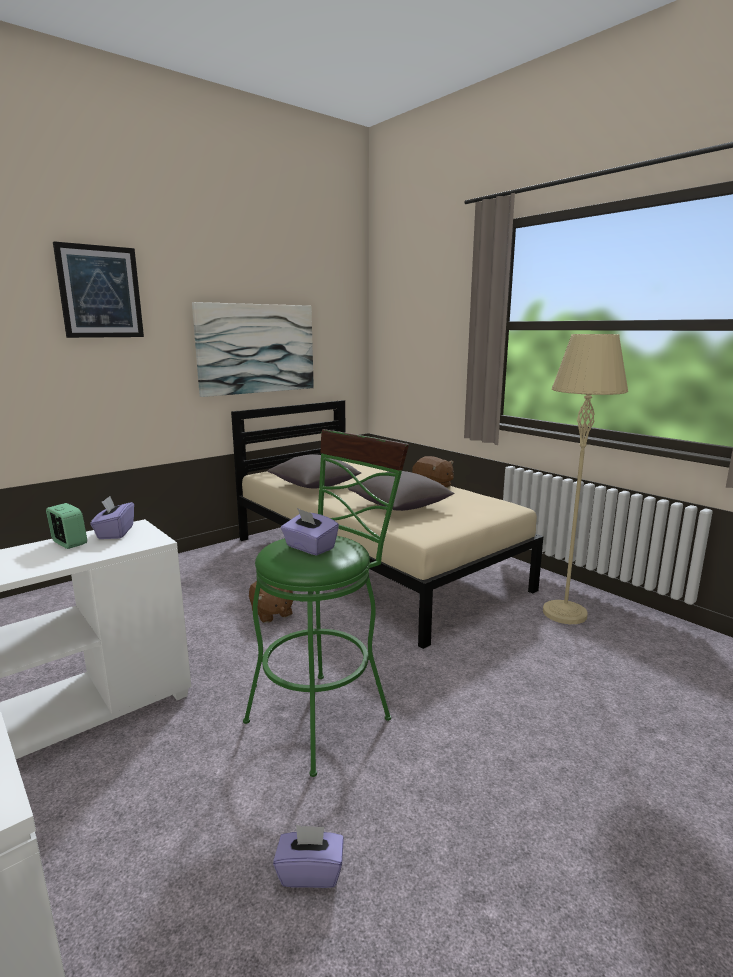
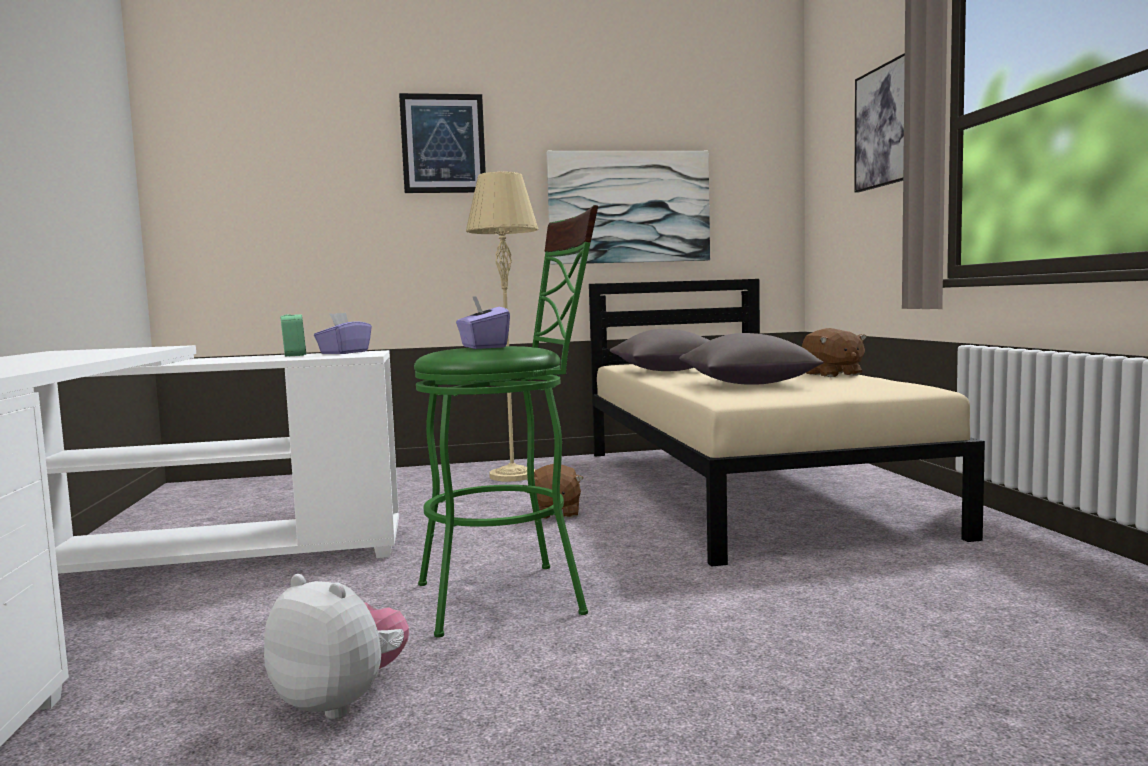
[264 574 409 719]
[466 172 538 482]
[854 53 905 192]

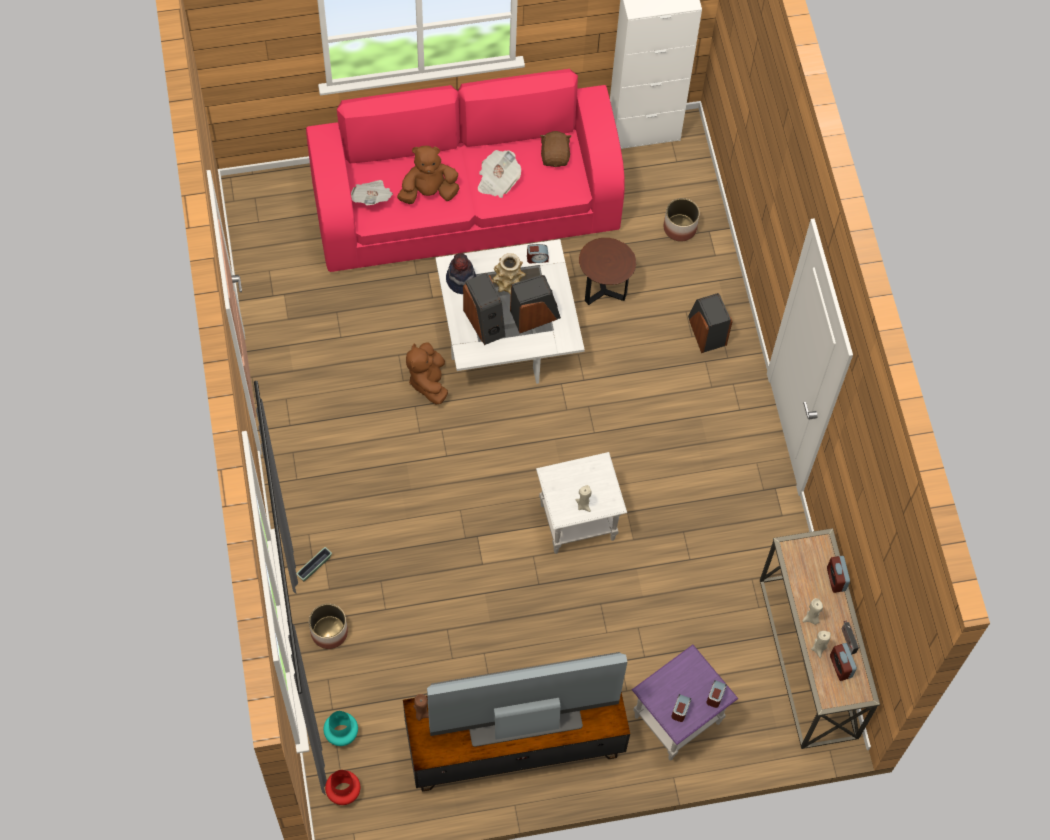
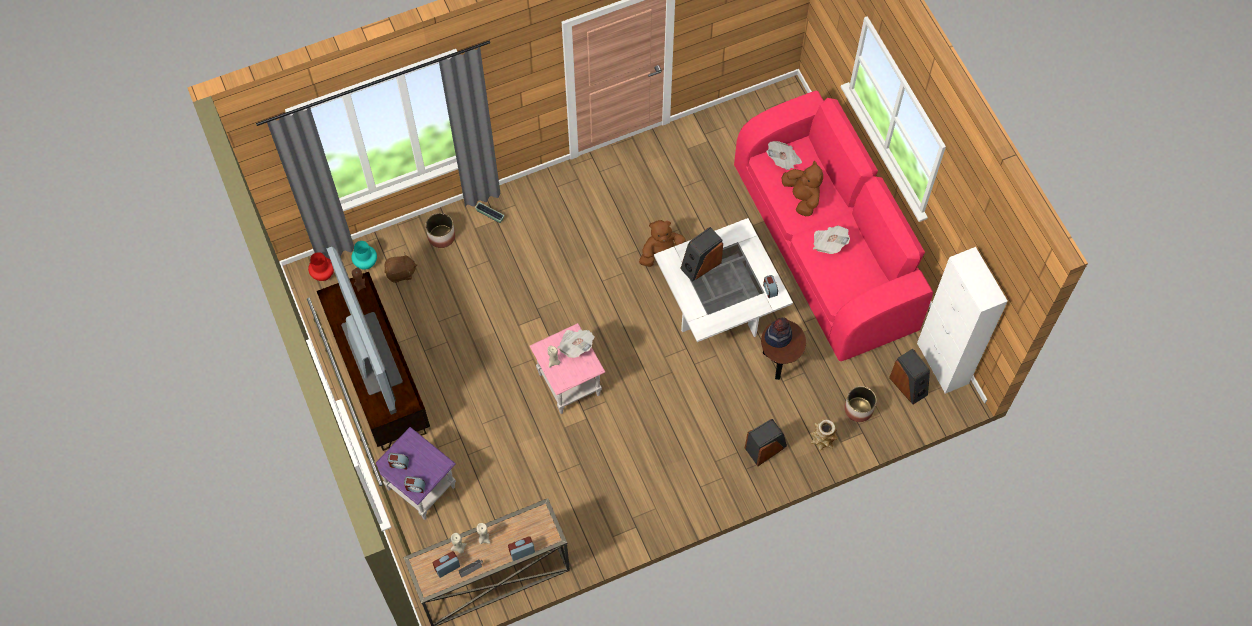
[384 253 417 283]
[530 323 605 414]
[557 329 595 358]
[765 318 792 348]
[810 419 838 450]
[889 349 930 405]

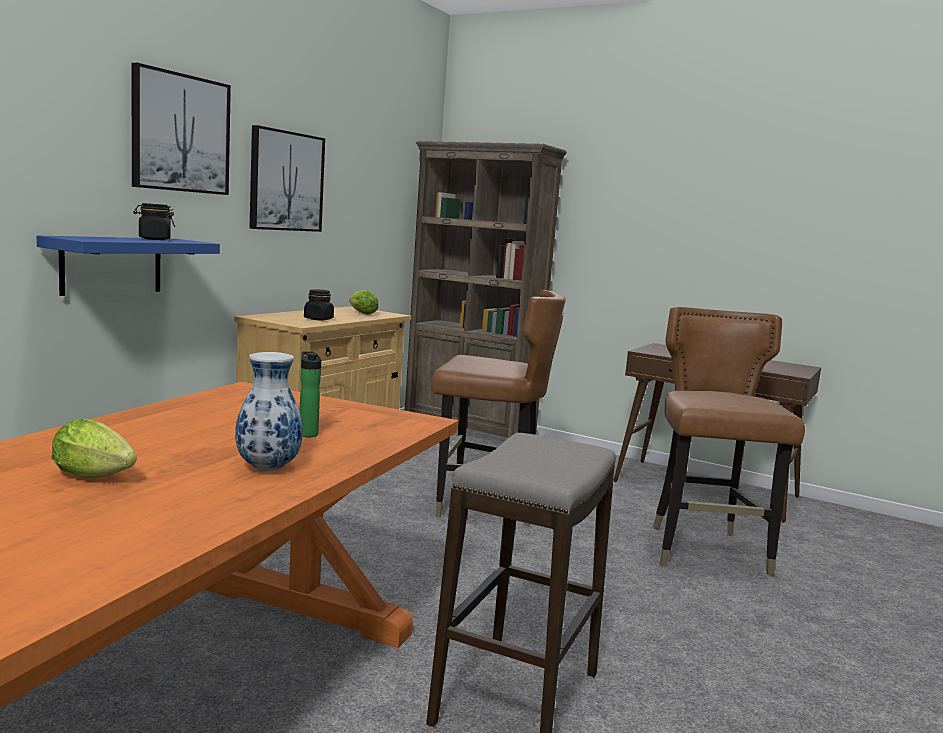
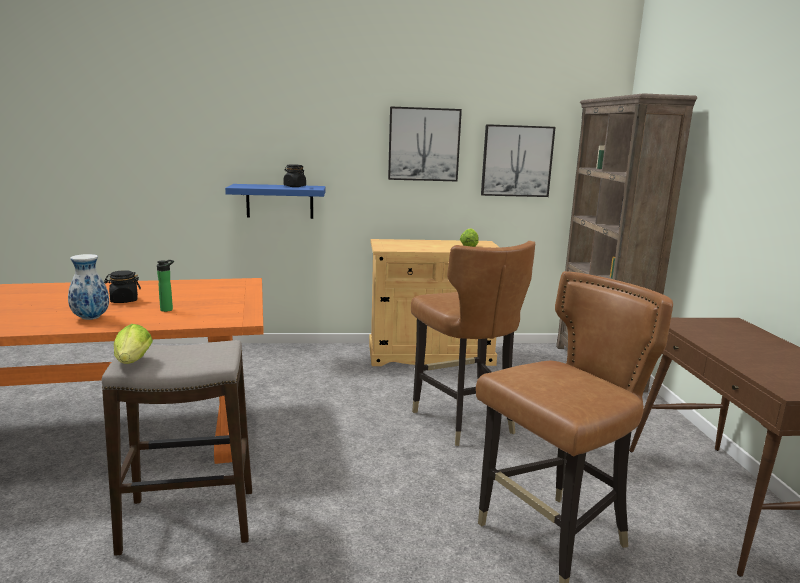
[104 270 141 303]
[114 324 153 364]
[481 124 555 197]

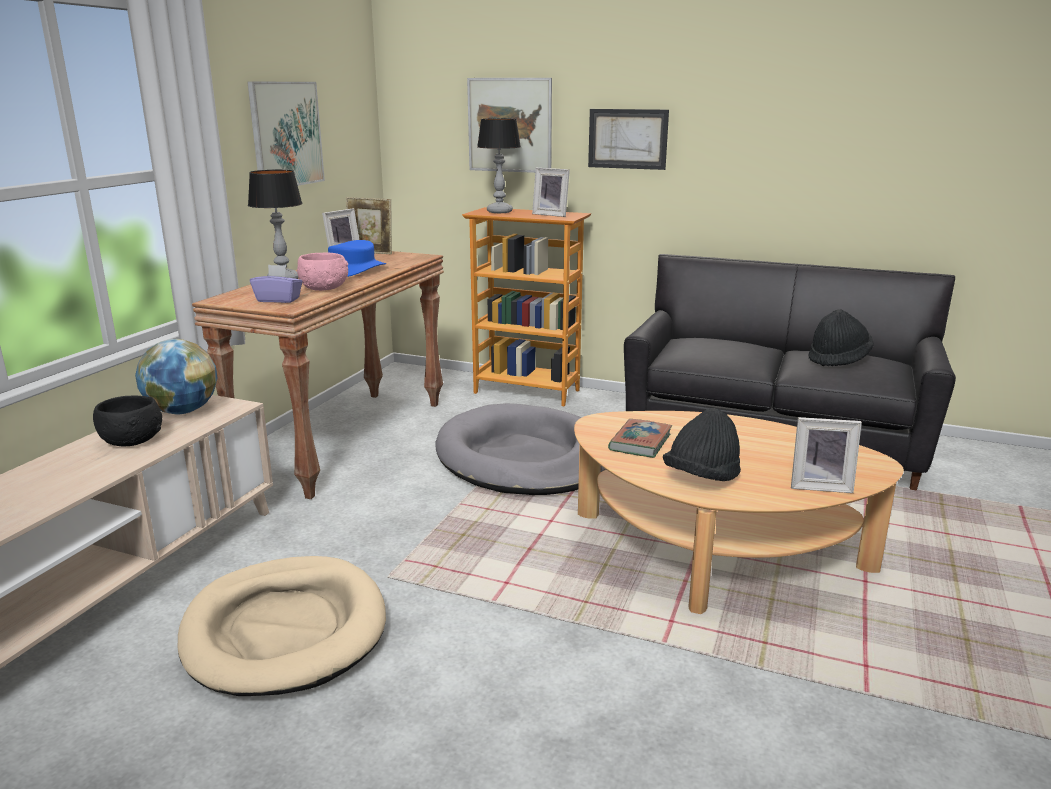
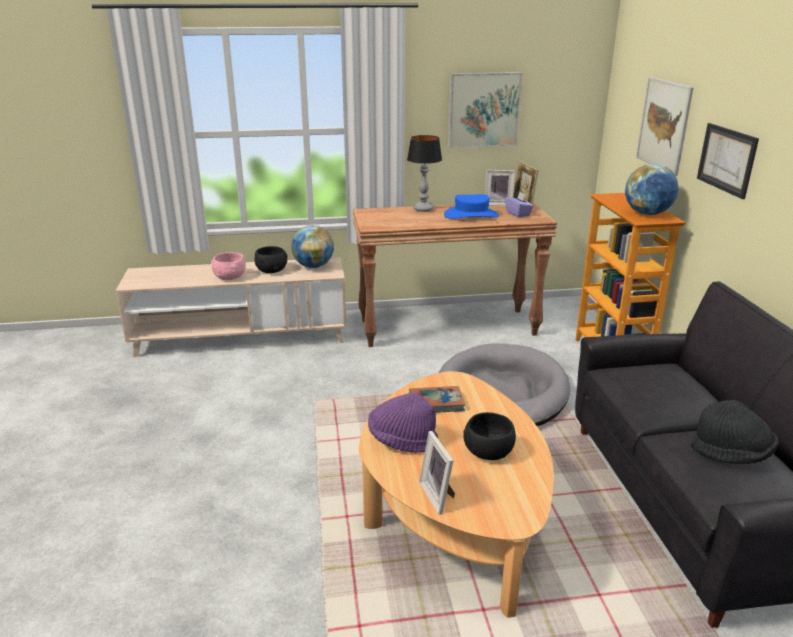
[211 252 246 280]
[368 393 438 453]
[463 412 516 460]
[505 192 534 217]
[625 164 679 215]
[178 556 386 696] (first image)
[477 118 521 213] (first image)

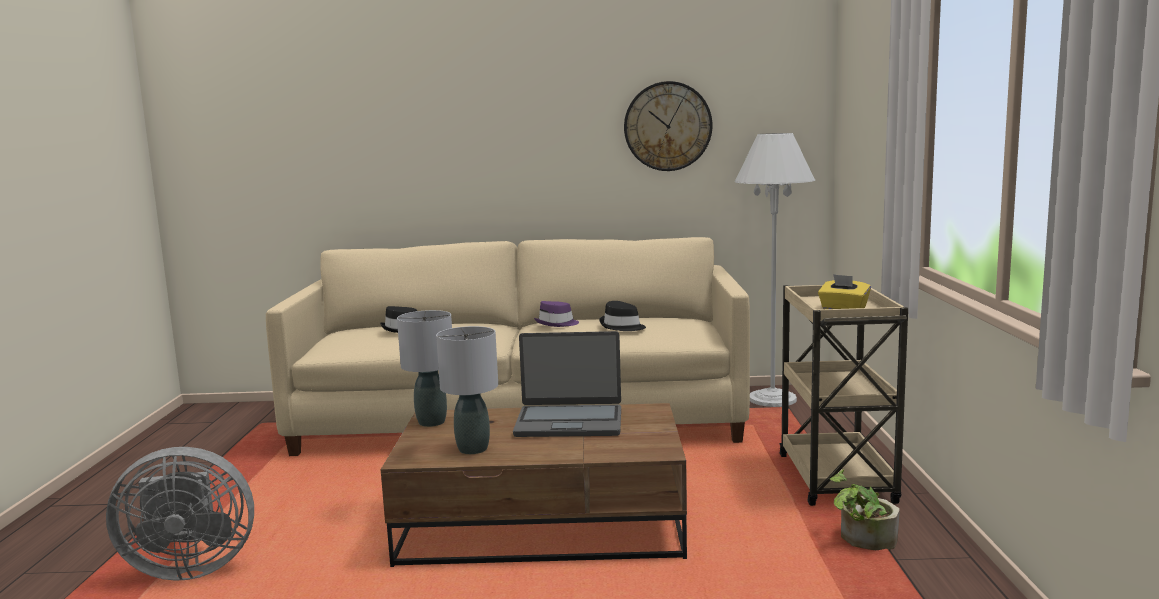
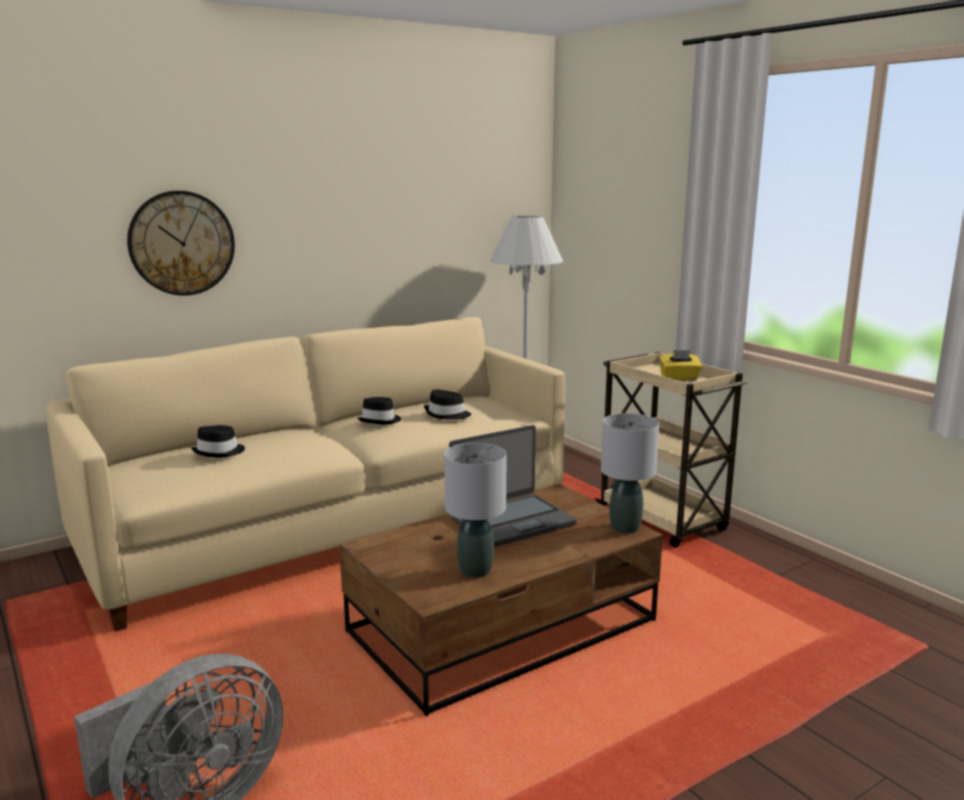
[127 191 235 296]
[357 397 401 424]
[601 413 659 534]
[830 470 900 550] (first image)

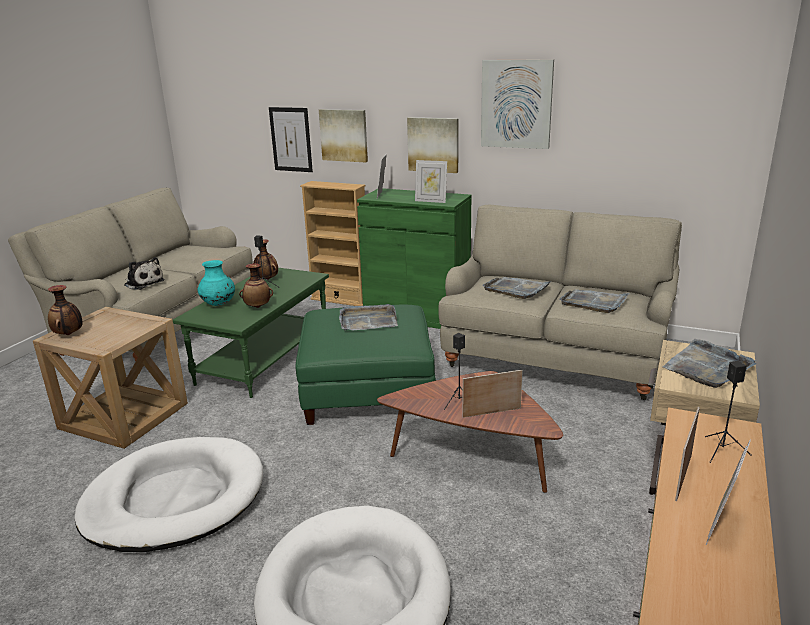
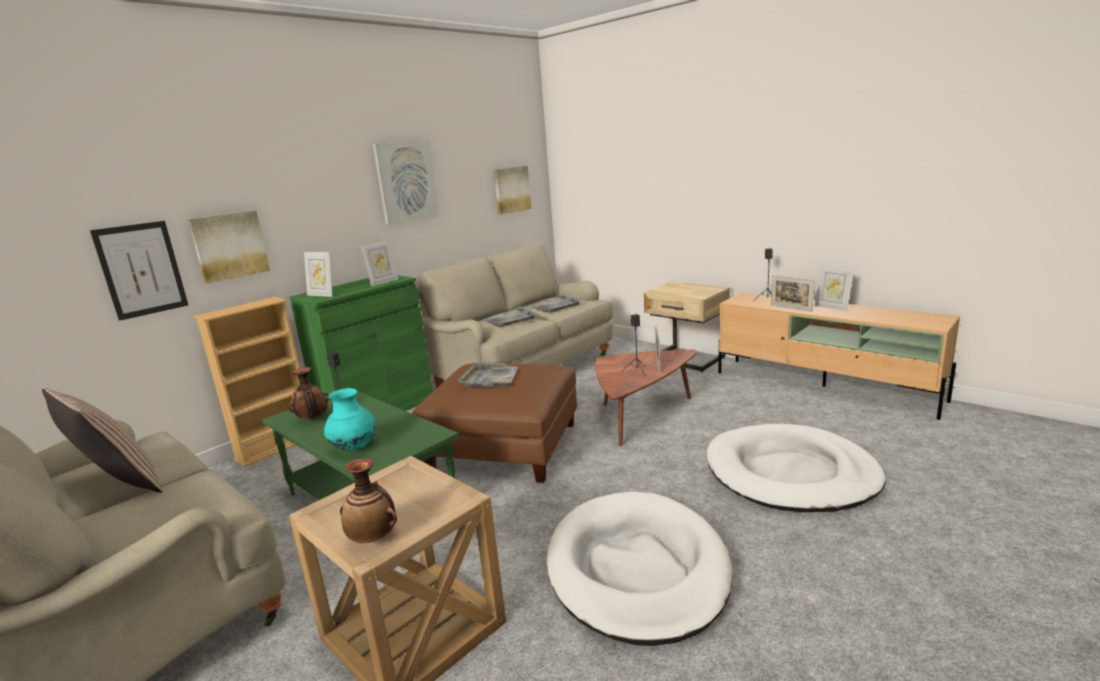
[42 388 163 493]
[412 362 577 483]
[494 166 531 215]
[124 257 164 290] (first image)
[239 263 273 308] (first image)
[662 339 756 388] (first image)

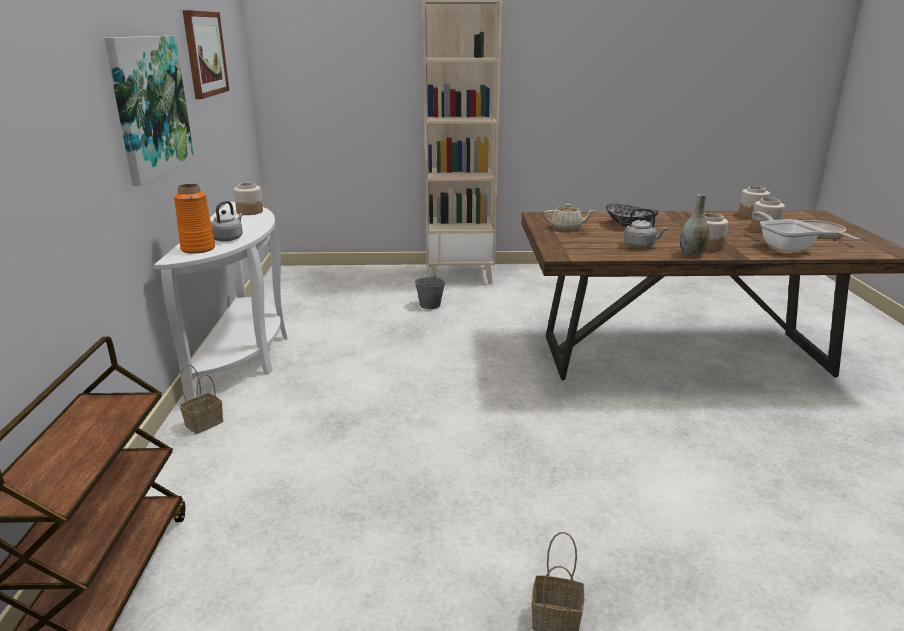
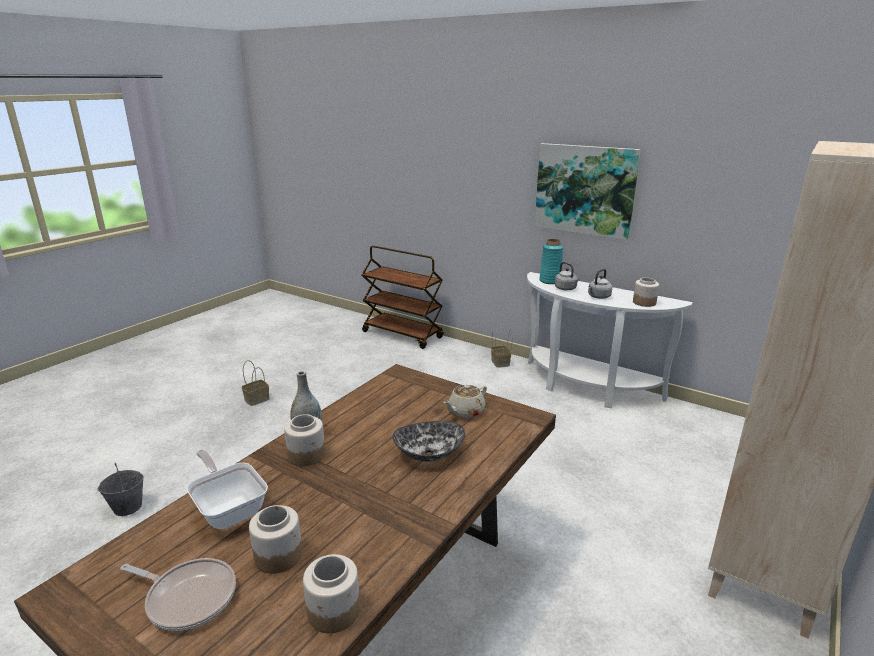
[98 463 144 516]
[187 450 268 529]
[539 239 563 284]
[588 269 612 299]
[182 10 230 99] (first image)

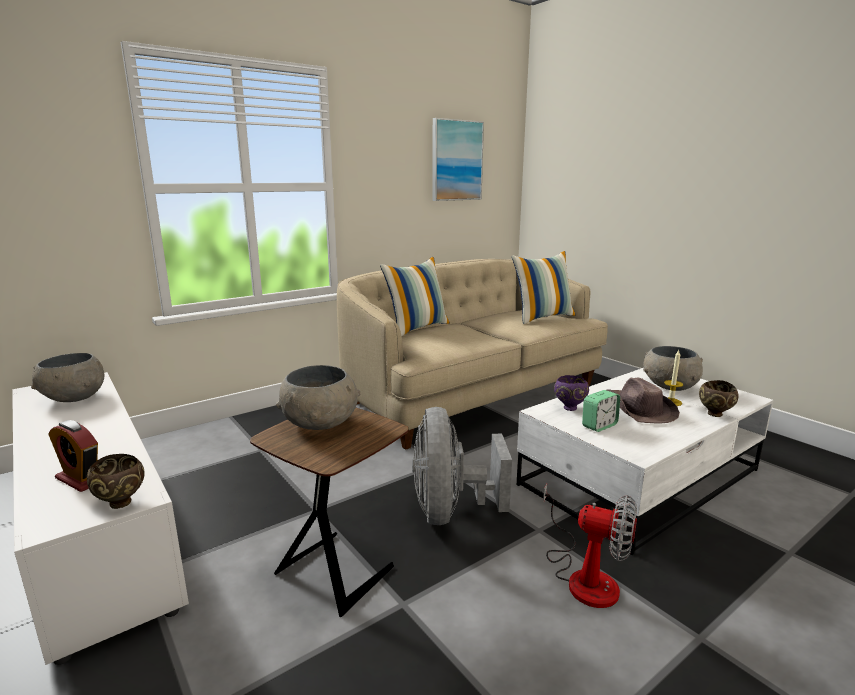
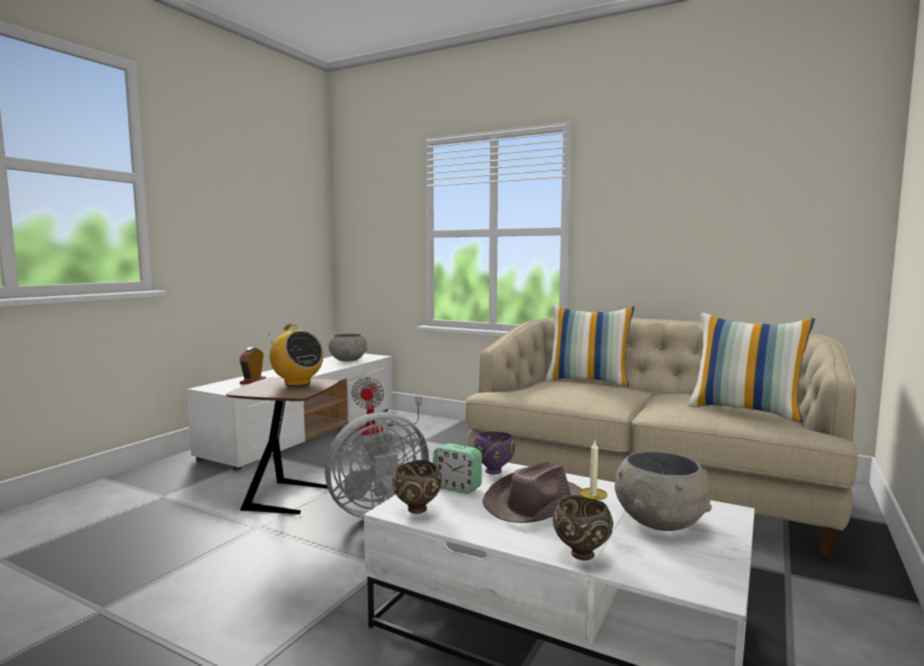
[269 324 323 386]
[351 377 422 435]
[392 460 442 514]
[432 118 484 201] (first image)

